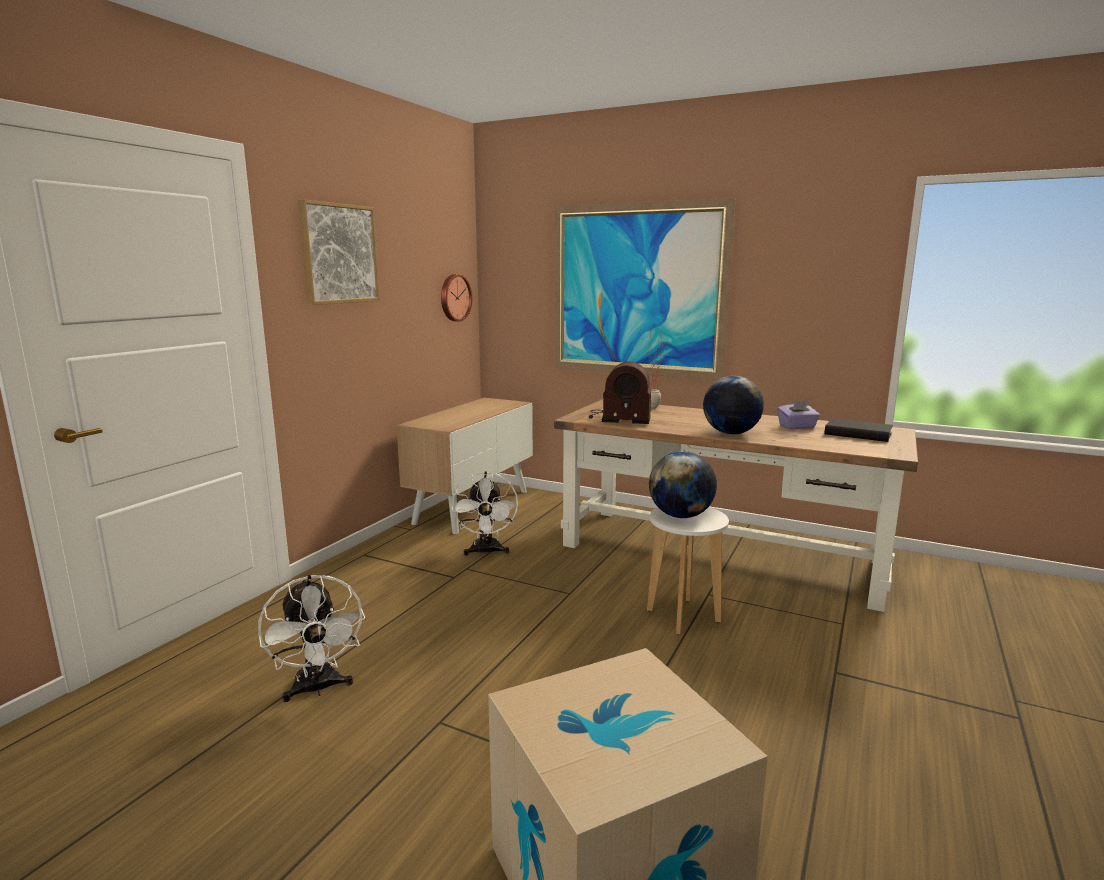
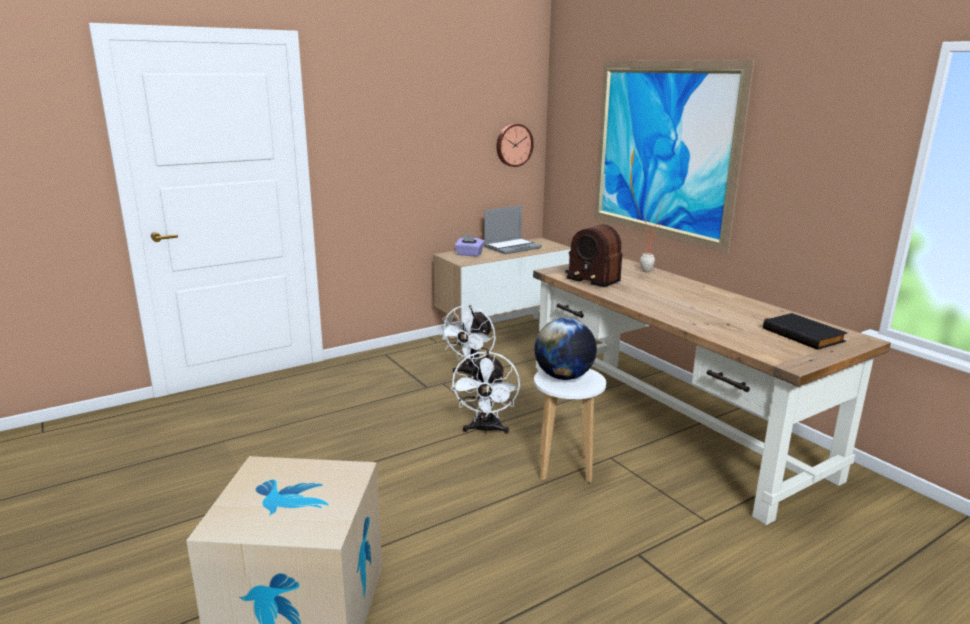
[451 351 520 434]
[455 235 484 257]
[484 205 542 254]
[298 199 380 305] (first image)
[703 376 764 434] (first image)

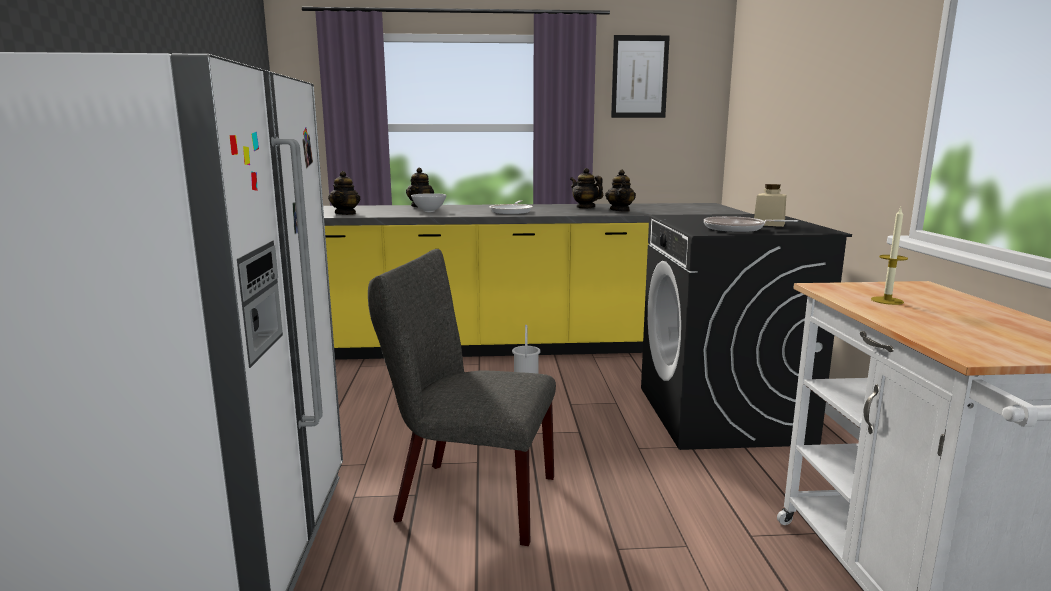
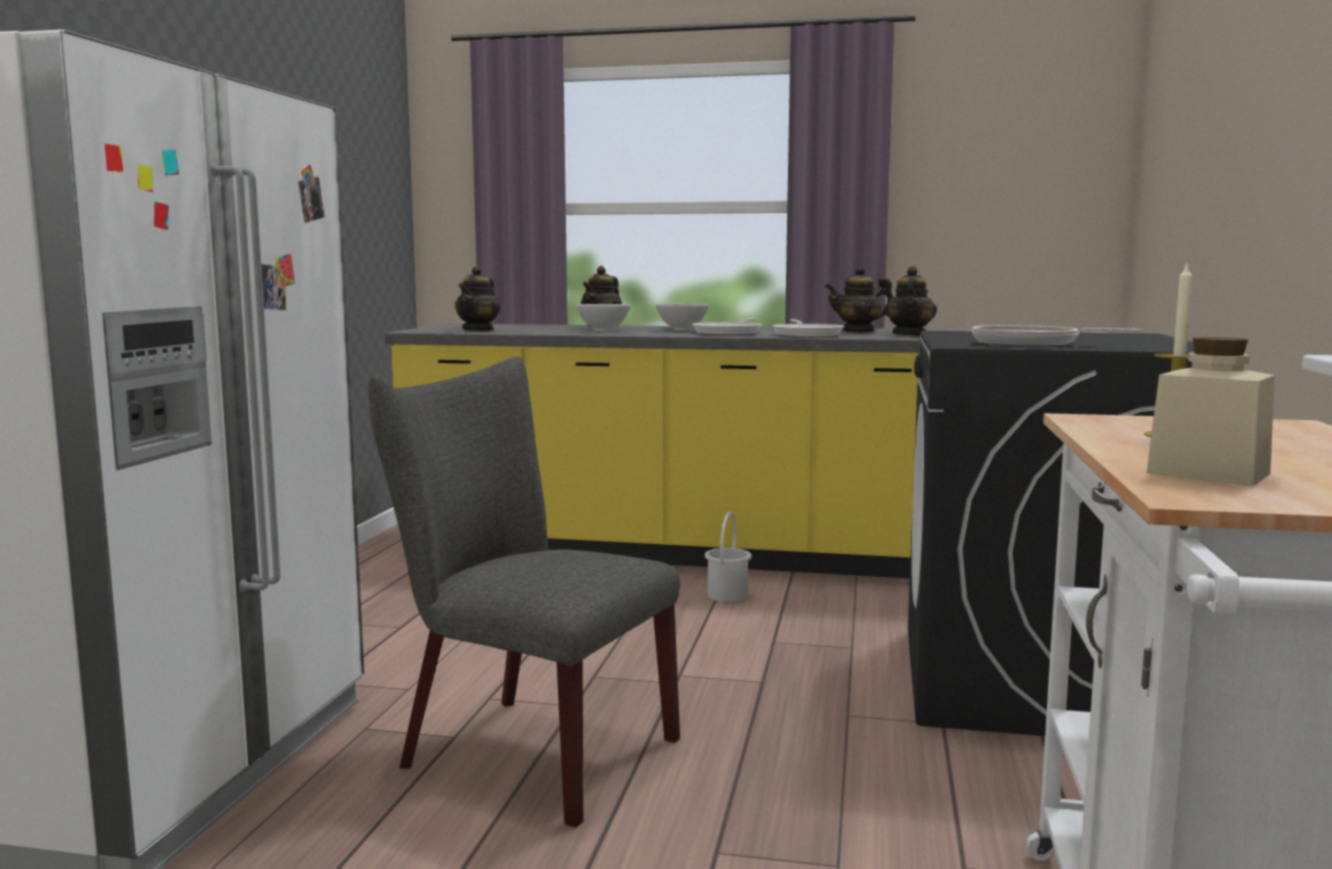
[655 303 709 330]
[772 319 844 337]
[825 266 893 332]
[1147 337 1275 486]
[611 35 670 118] (first image)

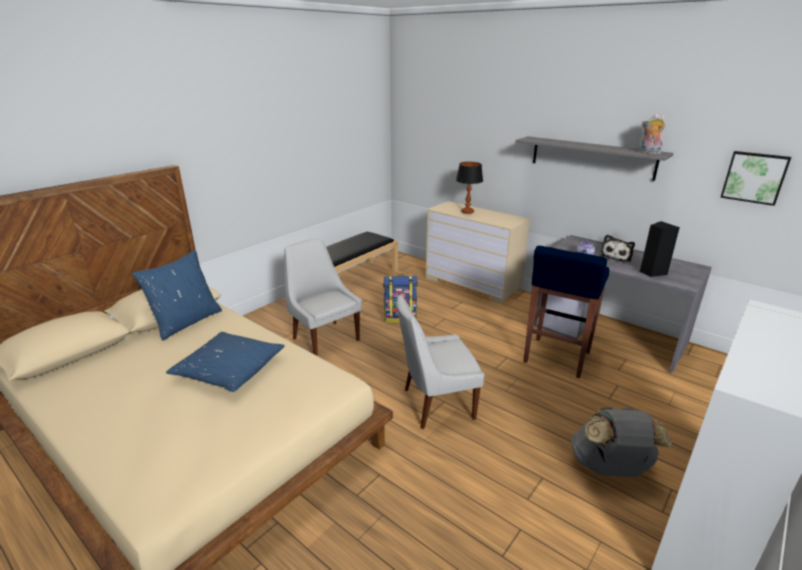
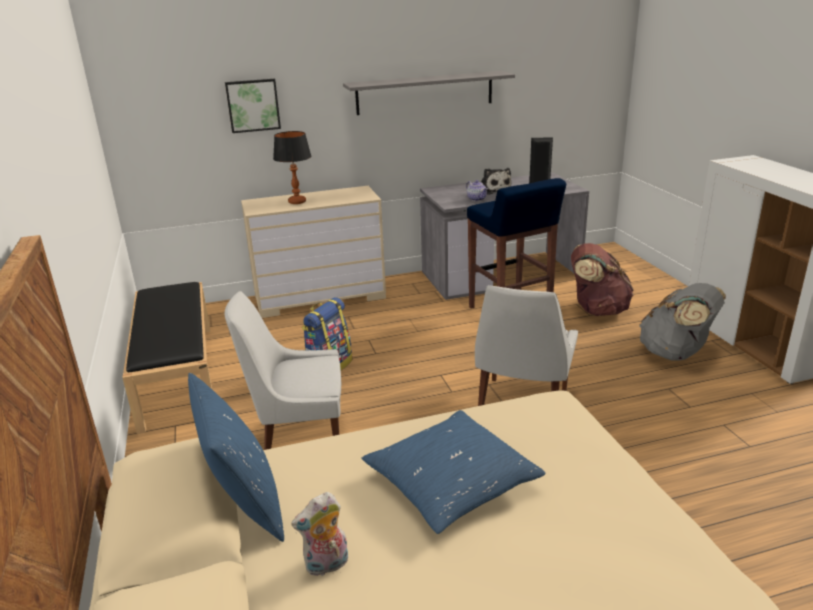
[225 79 281 133]
[291 492 348 576]
[571 243 634 316]

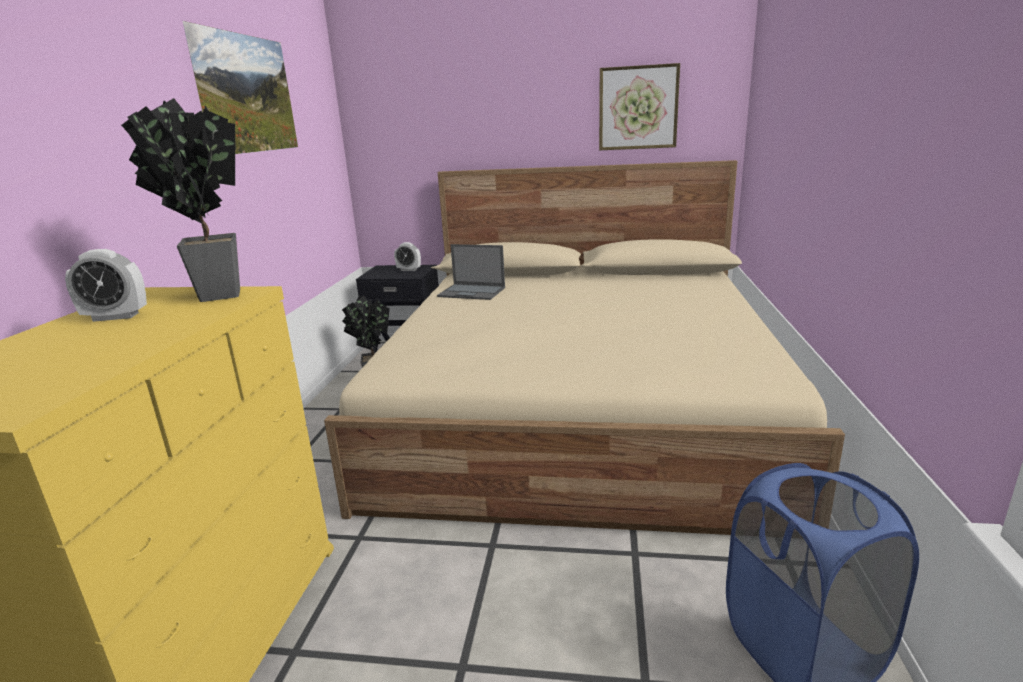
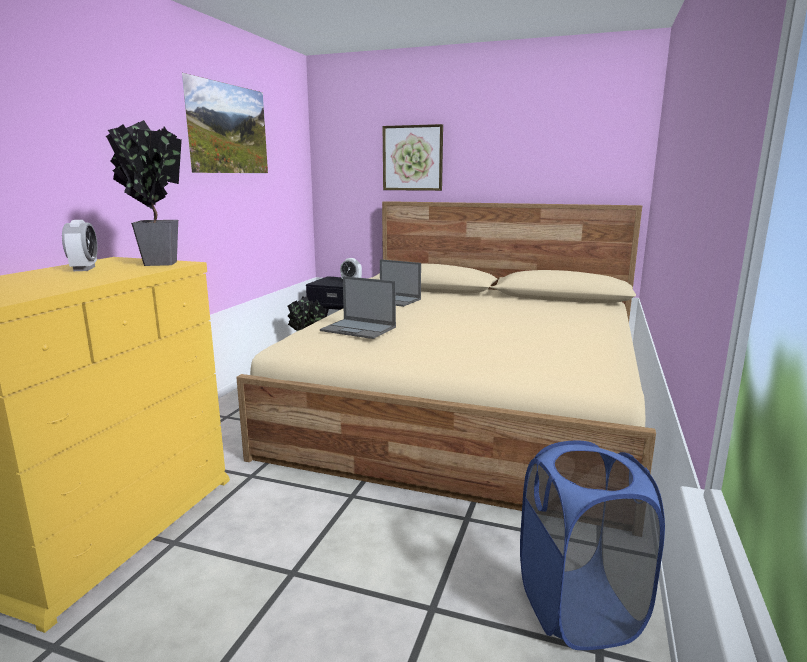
[62 220 98 271]
[320 276 396 339]
[383 124 443 191]

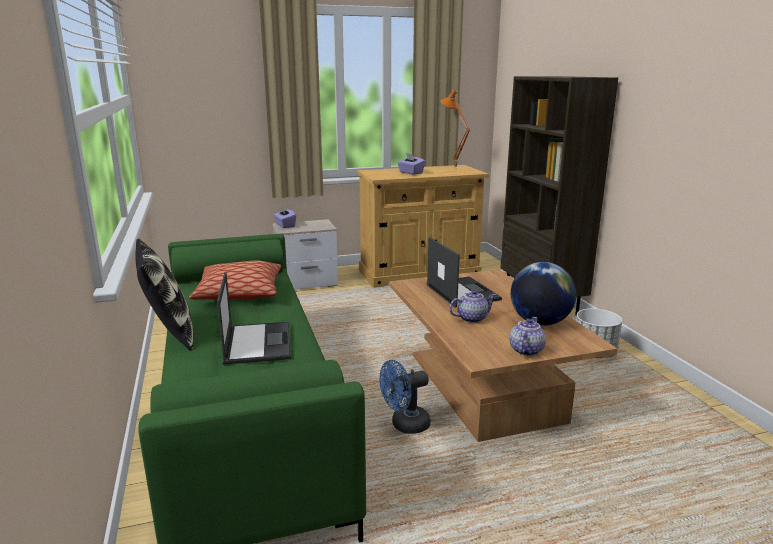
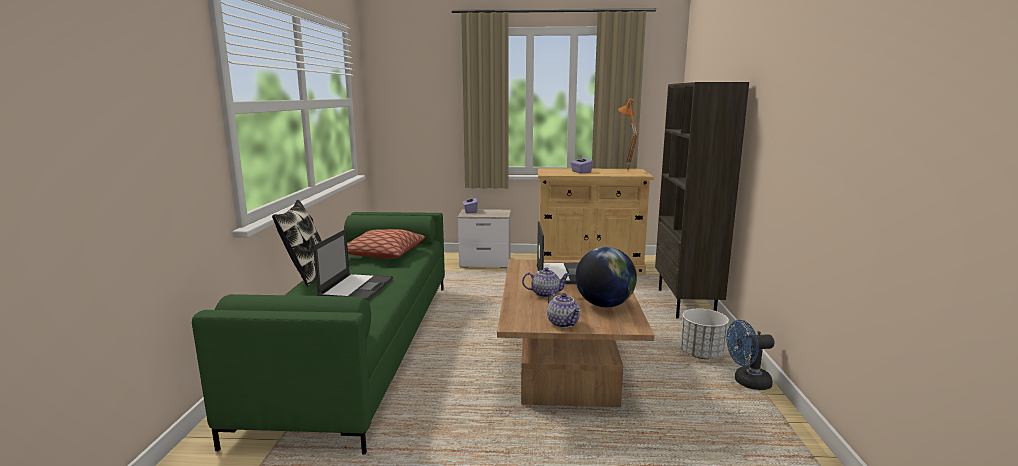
[547 292 581 328]
[726 320 774 390]

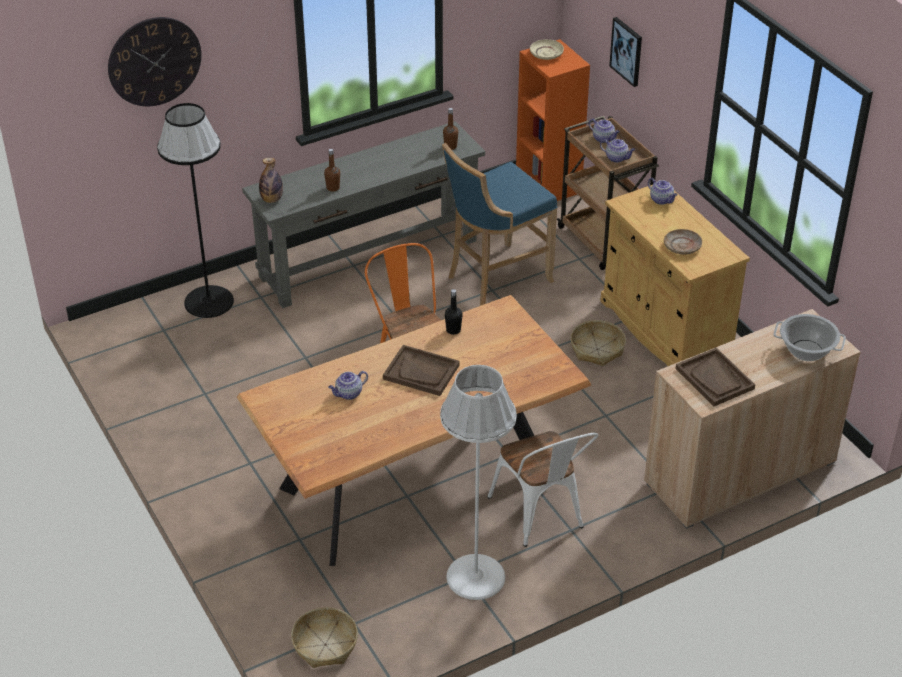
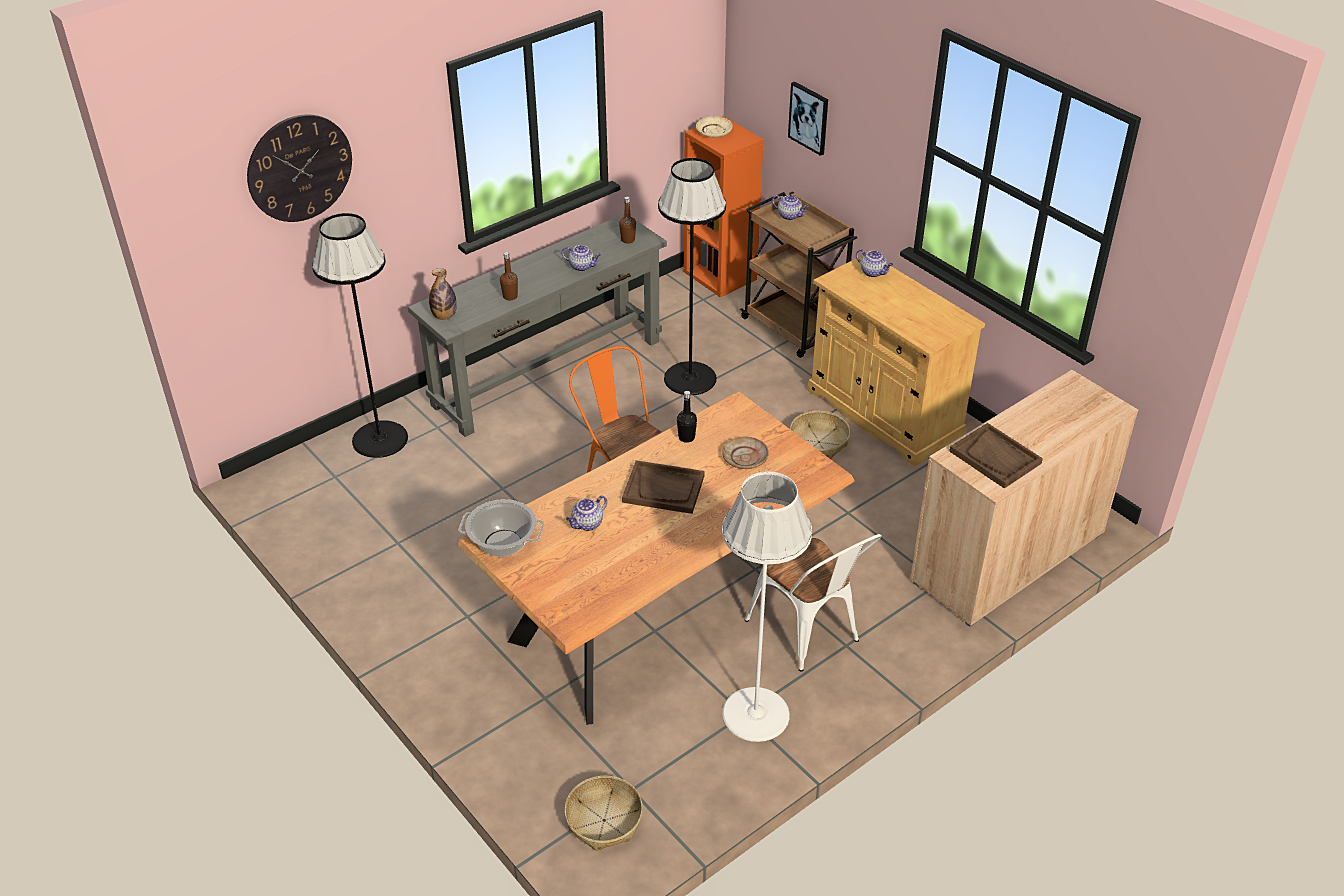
[458 499 544 557]
[561 245 601 271]
[658 158 726 395]
[722 437 769 469]

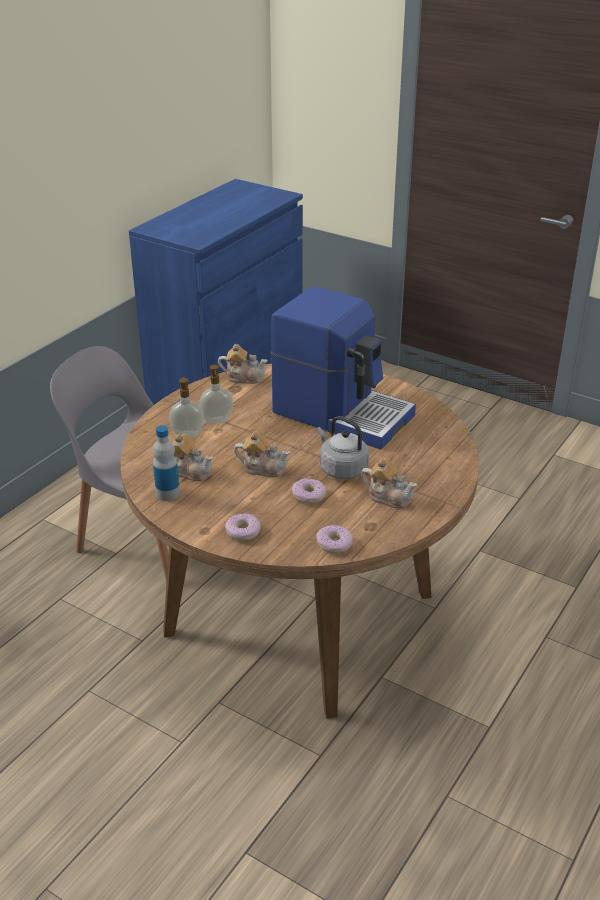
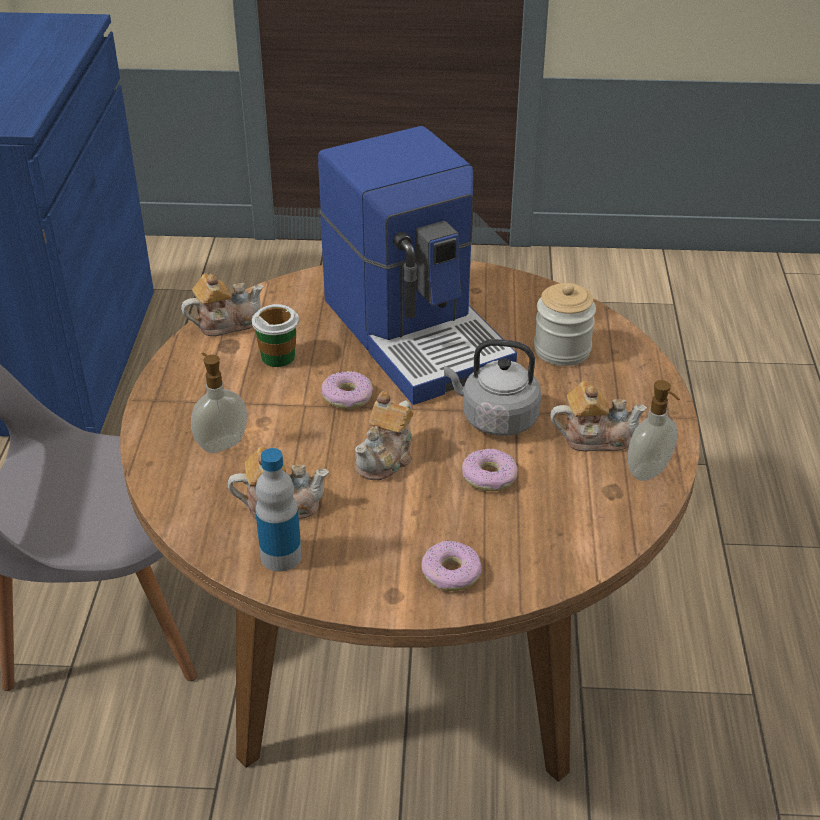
[252 304 299 367]
[318 126 517 405]
[321 371 373 409]
[355 392 414 480]
[534 283 596 366]
[628 380 680 481]

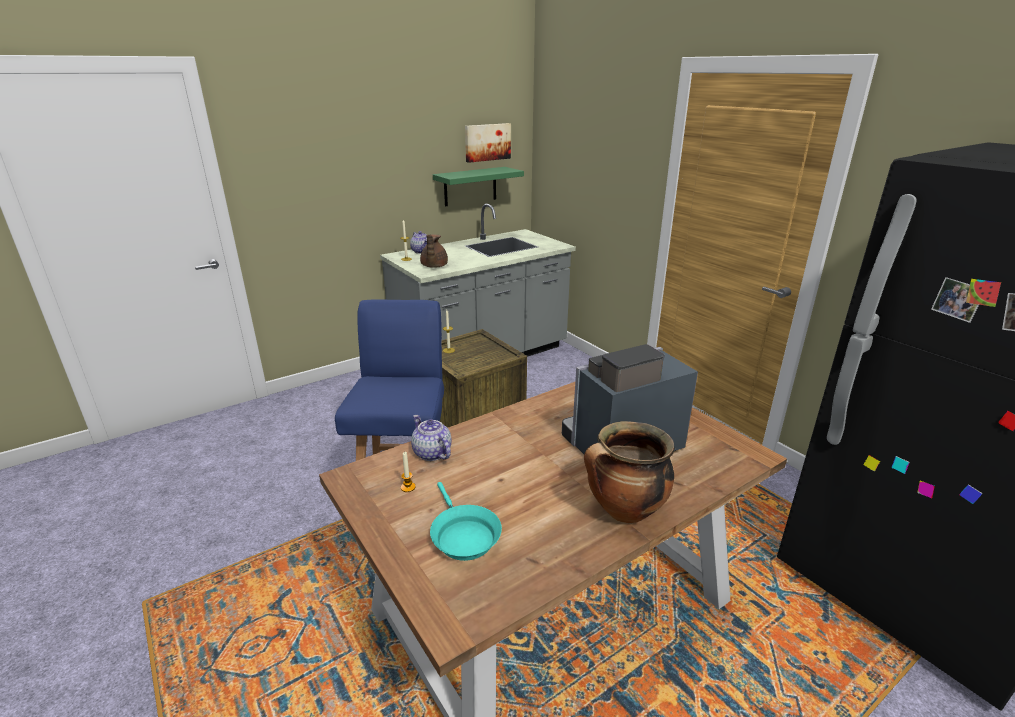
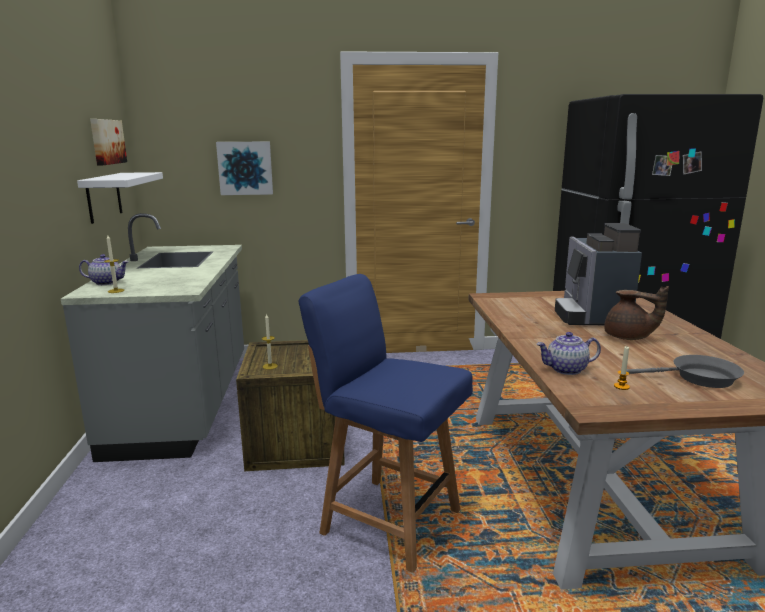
[77 172 163 224]
[216 141 273 195]
[604 286 669 340]
[626 355 744 388]
[584 421 675 523] (first image)

